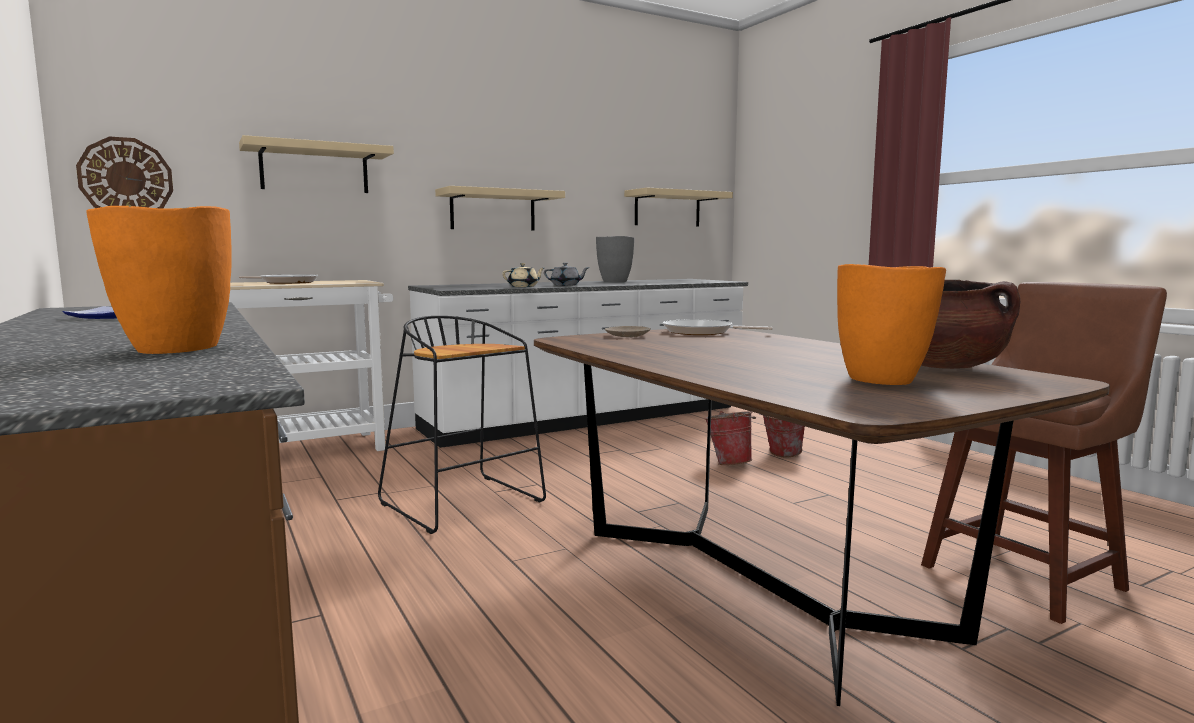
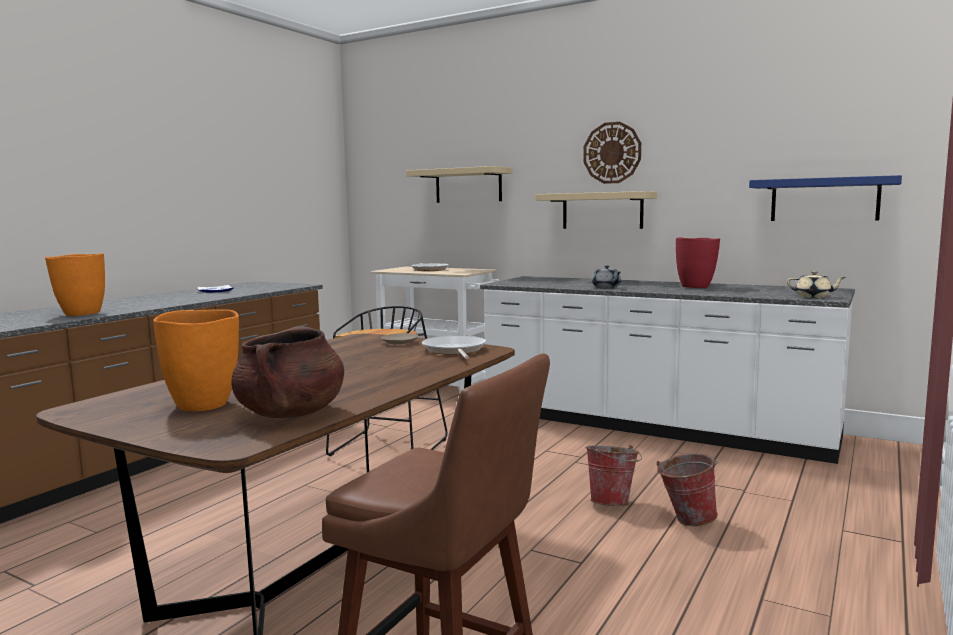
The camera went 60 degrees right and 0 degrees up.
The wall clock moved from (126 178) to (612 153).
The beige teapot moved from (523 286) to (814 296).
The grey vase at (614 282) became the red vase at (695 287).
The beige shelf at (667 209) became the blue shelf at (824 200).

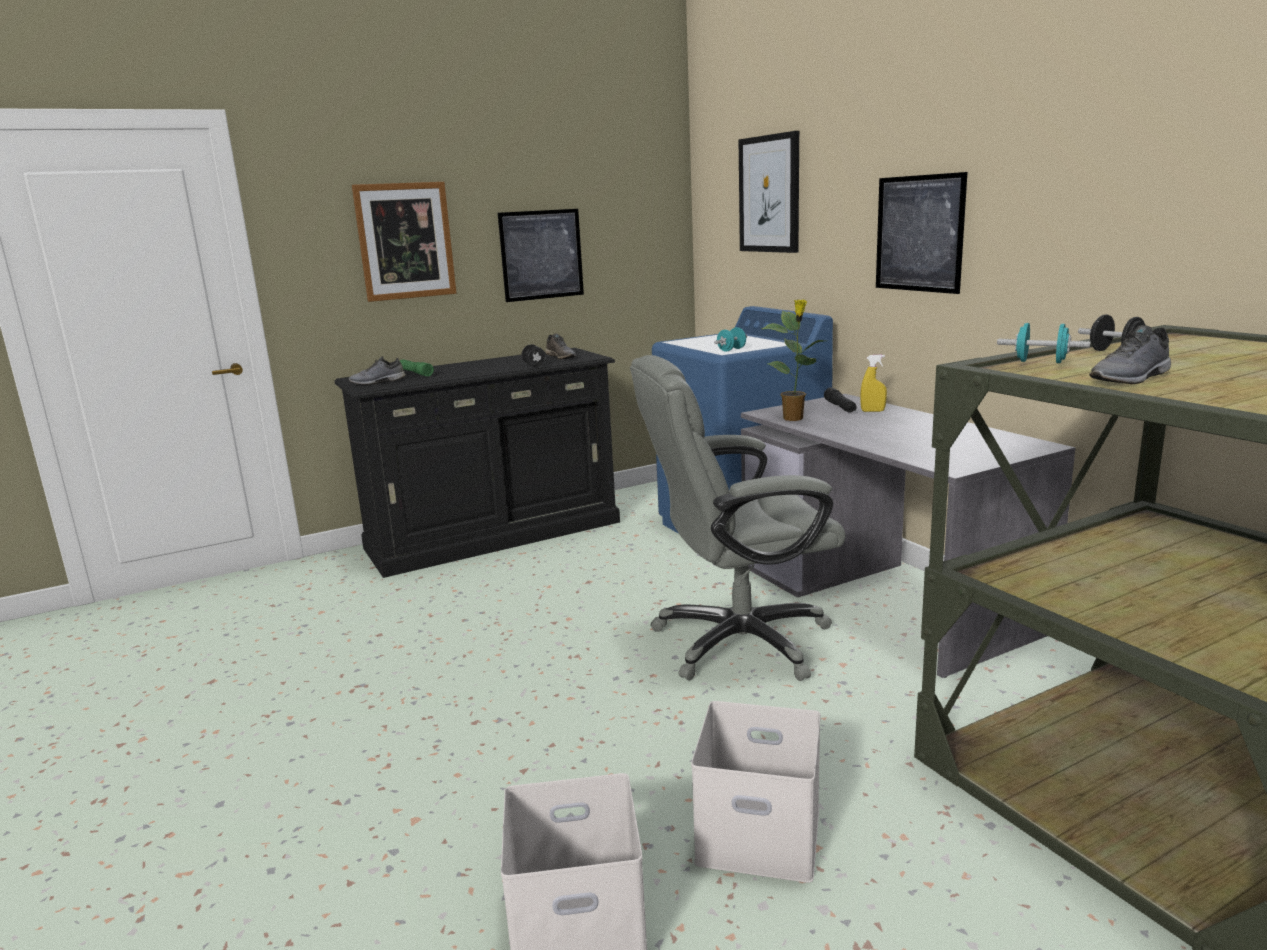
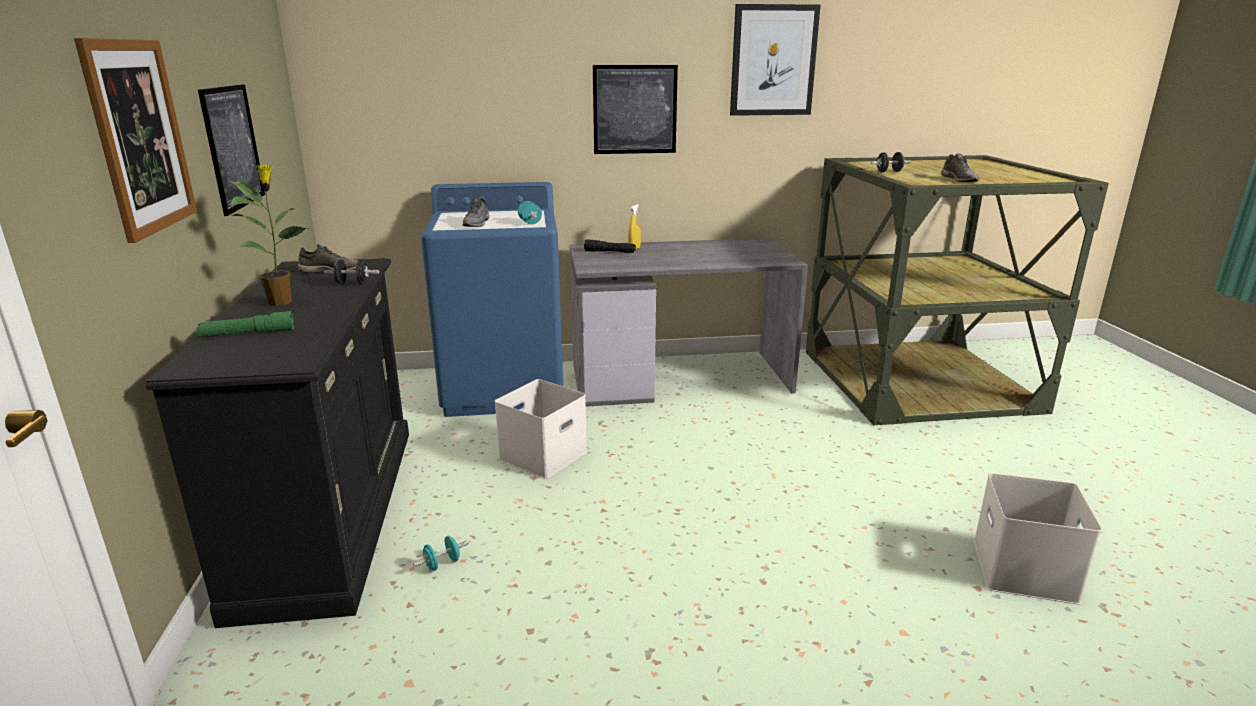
The camera went 70 degrees left and 5 degrees up.
The grey office chair at (741 641) disappeared.
The grey shoe moved from (377 382) to (477 223).
The white storage box moved from (761 832) to (543 454).
The picture moved from (770 194) to (773 61).
The potted plant moved from (794 418) to (281 302).
The turquoise dumbbell moved from (1040 362) to (442 564).

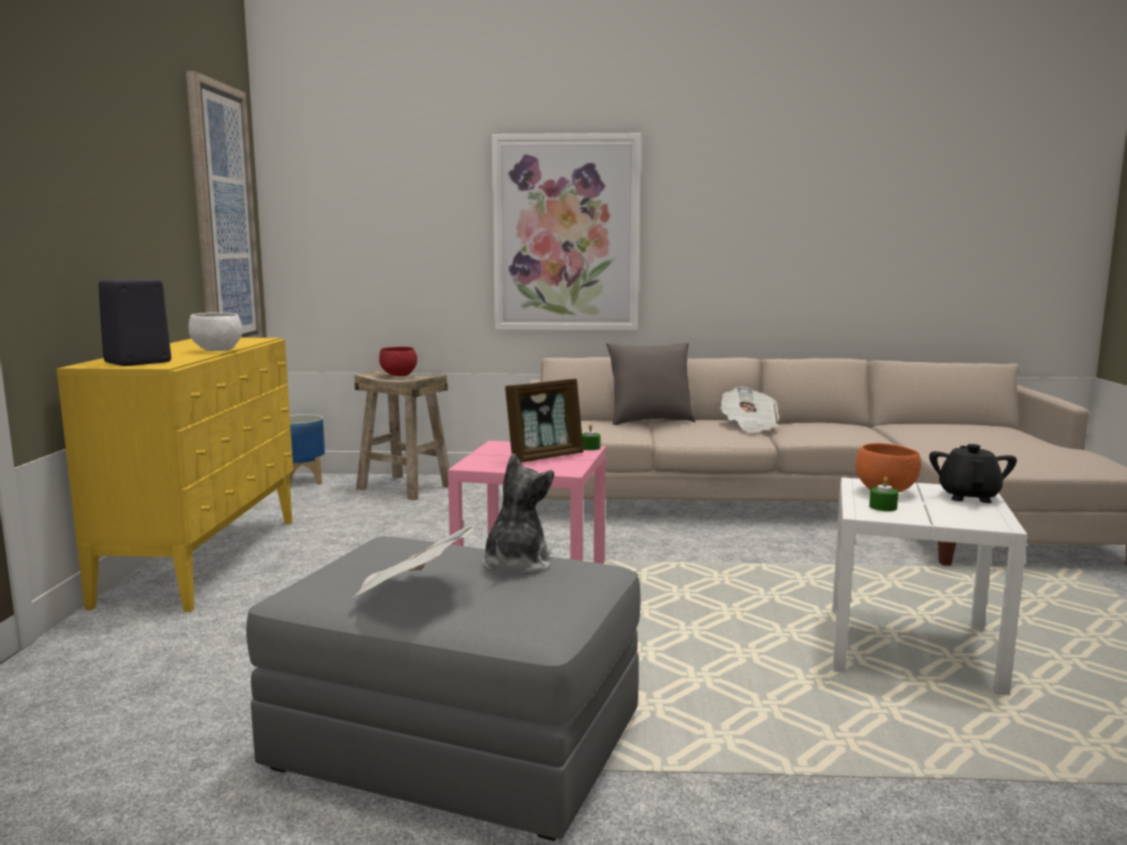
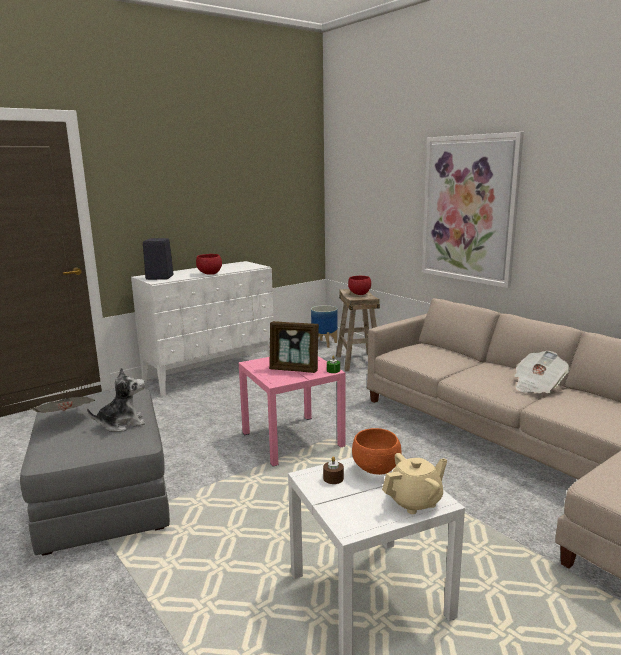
The camera went 50 degrees right and 5 degrees up.
The picture at (223 218) disappeared.
The grey pillow at (650 422) disappeared.
The yellow dresser at (207 559) became the white dresser at (212 374).
The white bowl at (218 350) became the red bowl at (210 274).
The green candle at (883 507) became the brown candle at (333 478).
The black teapot at (968 496) became the beige teapot at (415 502).

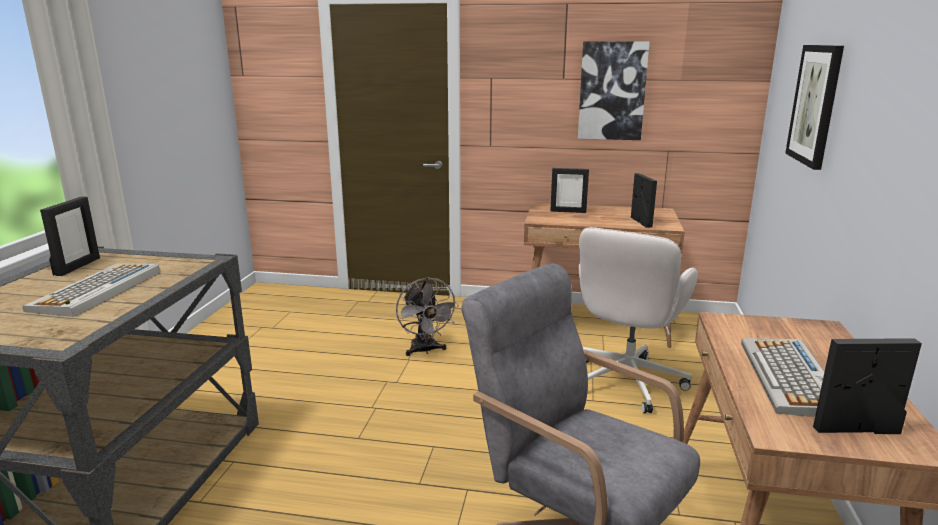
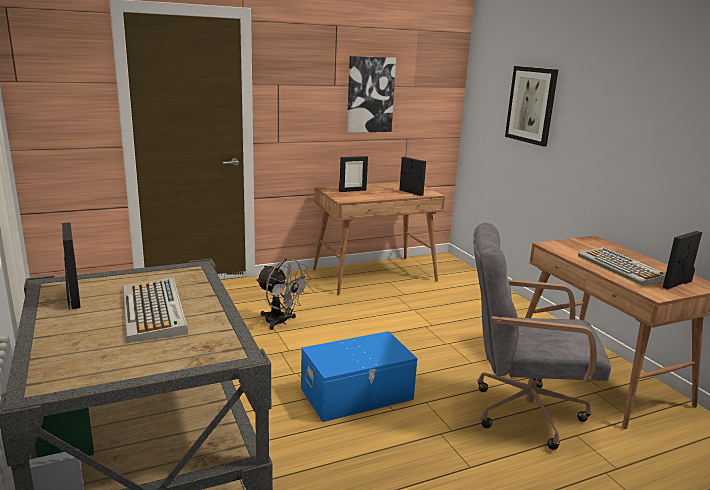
The camera went 35 degrees left and 0 degrees up.
The white office chair at (627 382) disappeared.
The blue storage box at (357 394) appeared.

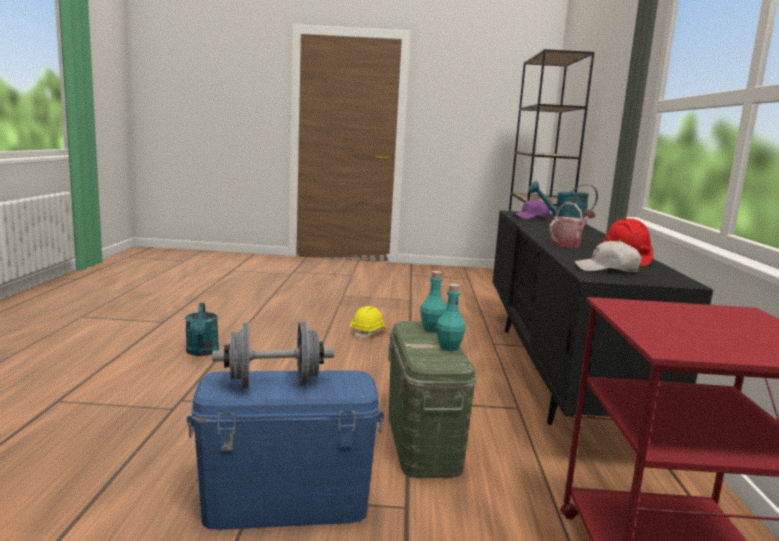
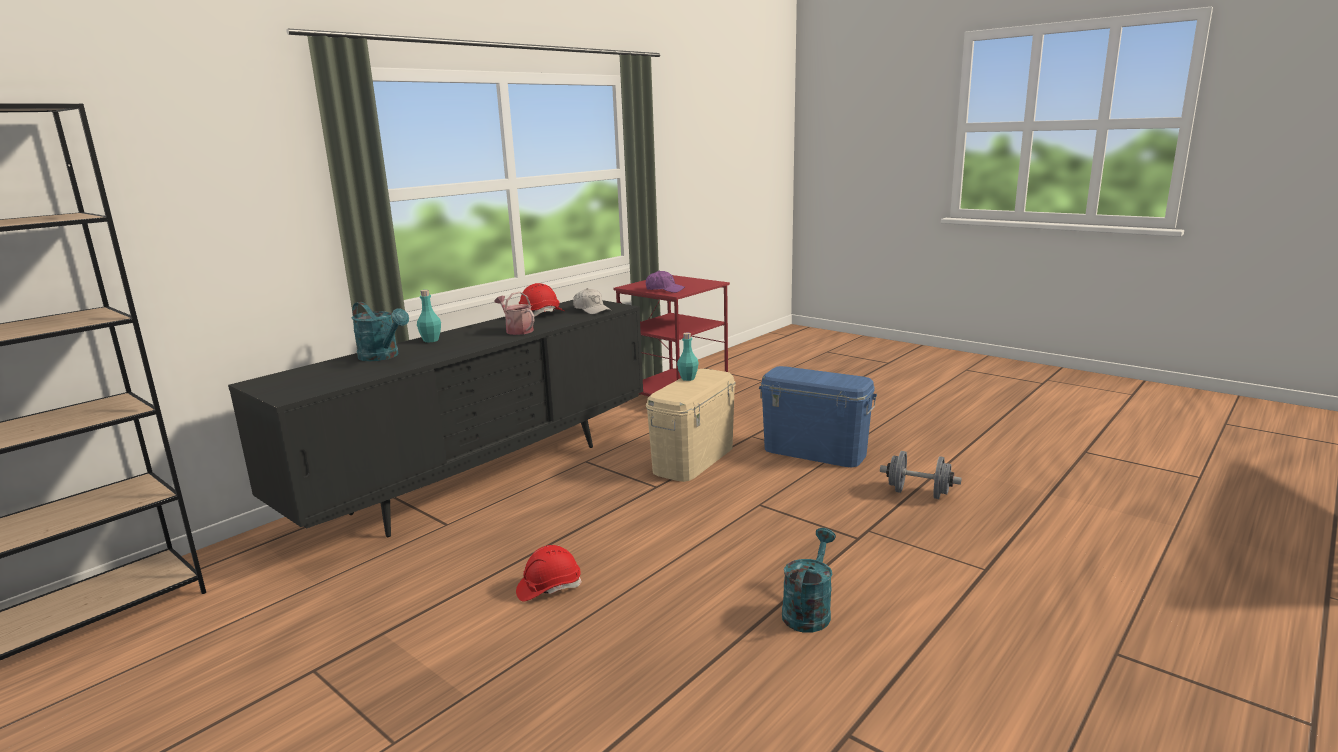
The camera went 140 degrees left and 5 degrees up.
The grey dumbbell moved from (274 384) to (918 493).
The turquoise bottle moved from (432 330) to (431 340).
The purple cap moved from (531 217) to (664 290).
The yellow hard hat at (368 333) became the red hard hat at (549 588).
The green storage box at (423 441) became the beige storage box at (693 459).
The watering can at (568 244) turned 45 degrees clockwise.

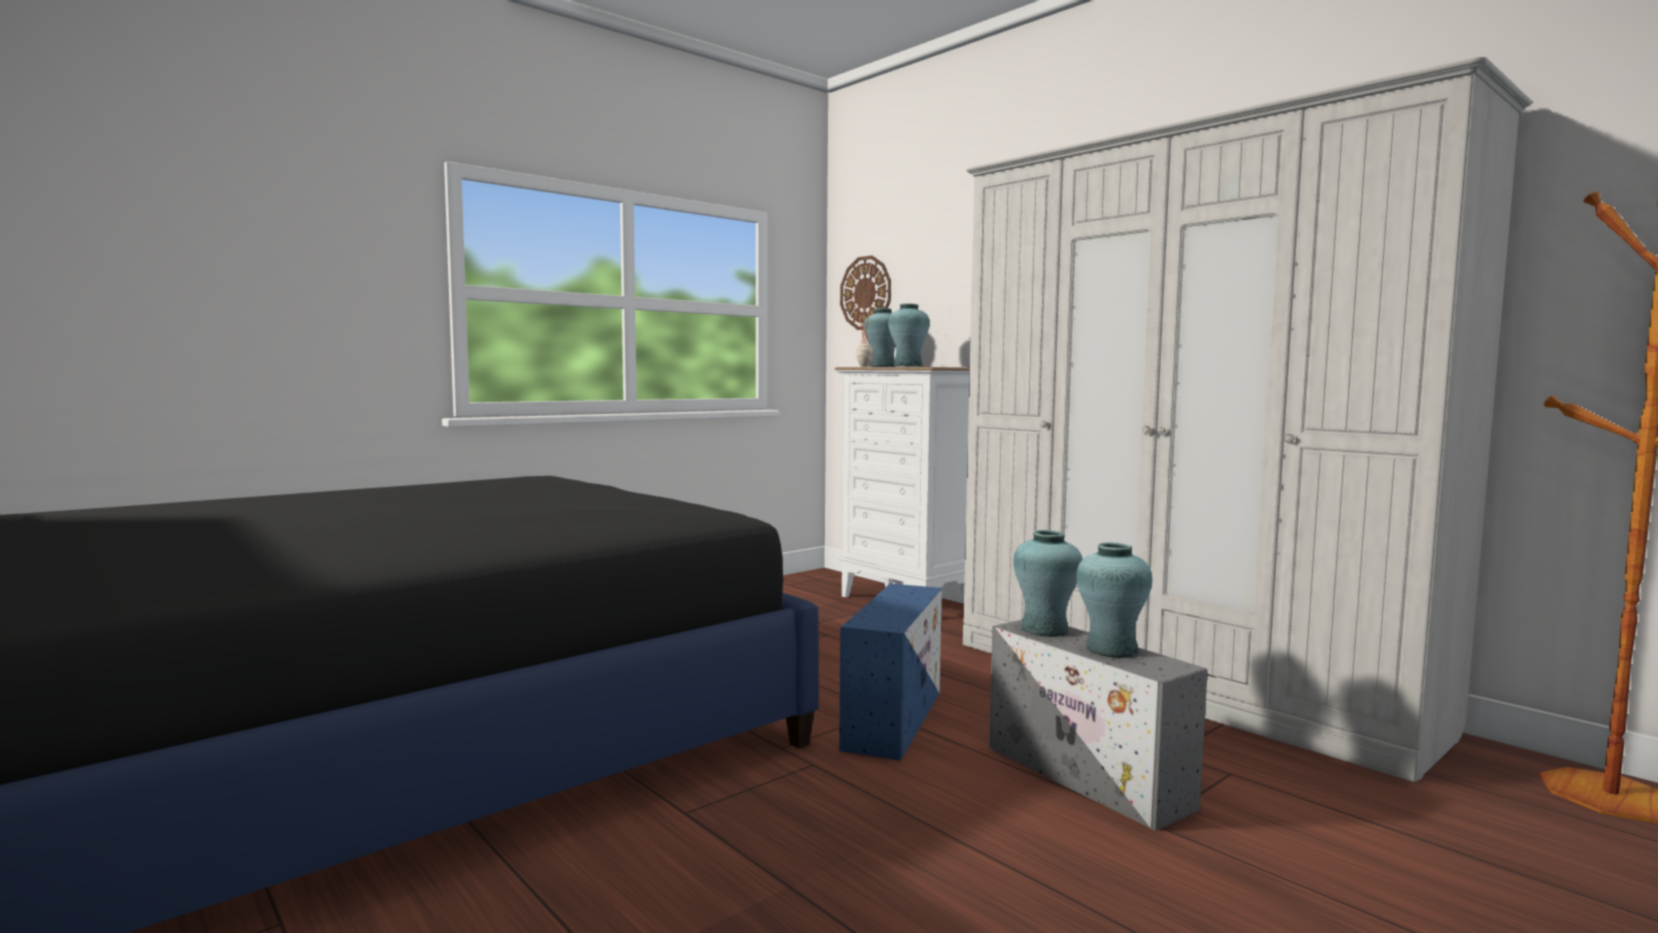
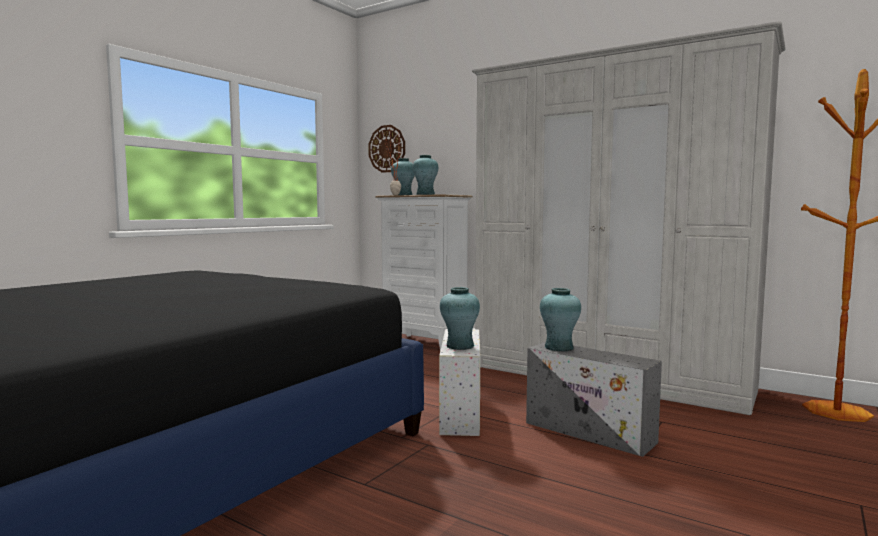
The camera went 15 degrees left and 0 degrees up.
The turquoise vase moved from (1111 650) to (460 346).
The blue storage box at (894 718) became the white storage box at (460 412).

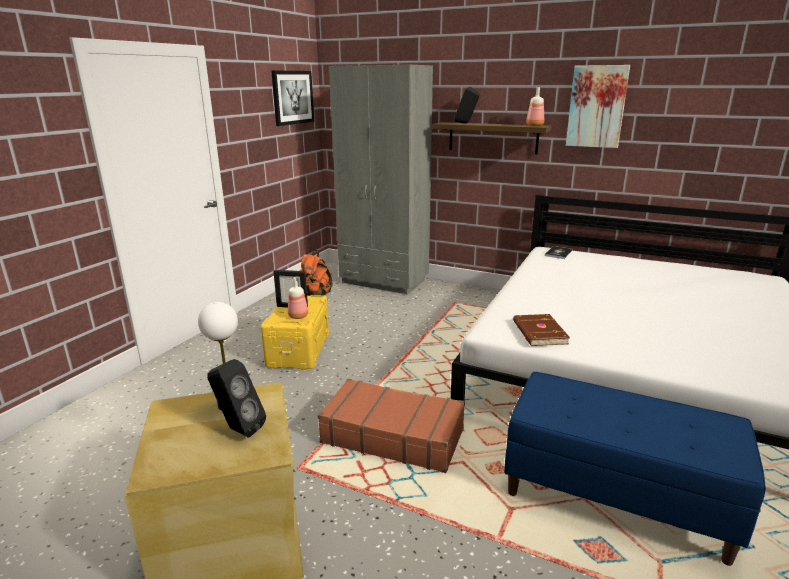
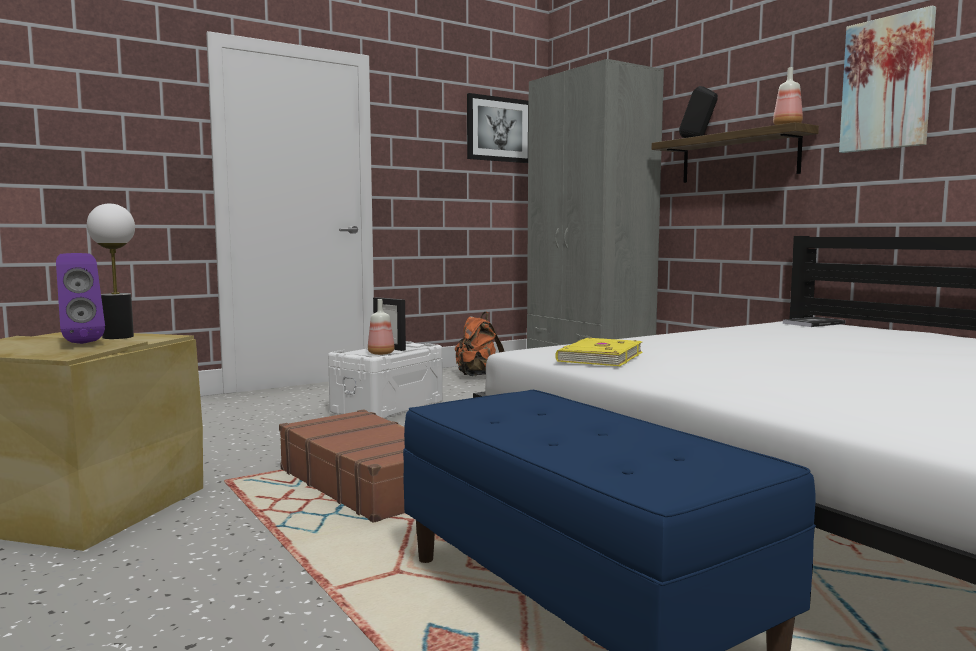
The camera went 30 degrees right and 15 degrees down.
The black speaker at (238 429) became the purple speaker at (81 343).
The yellow storage box at (299 349) became the white storage box at (388 407).
The brown book at (538 333) became the yellow book at (598 357).

